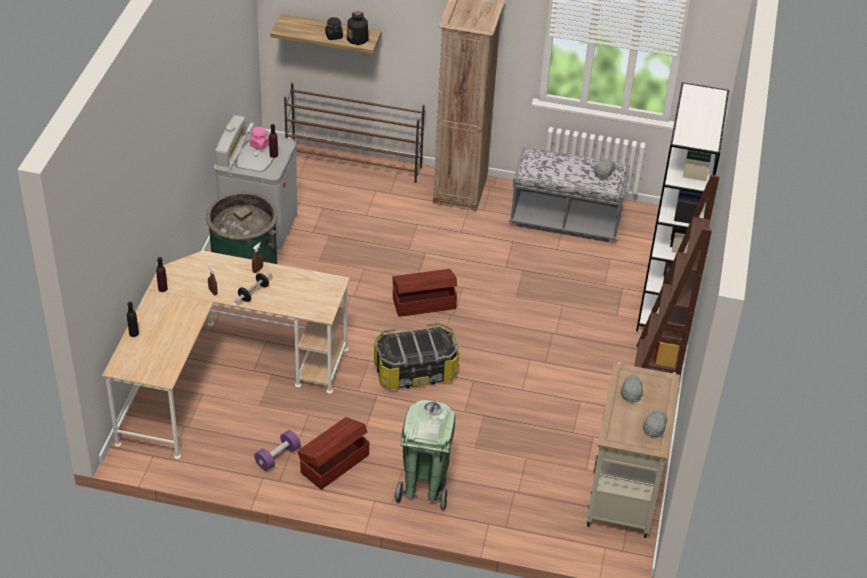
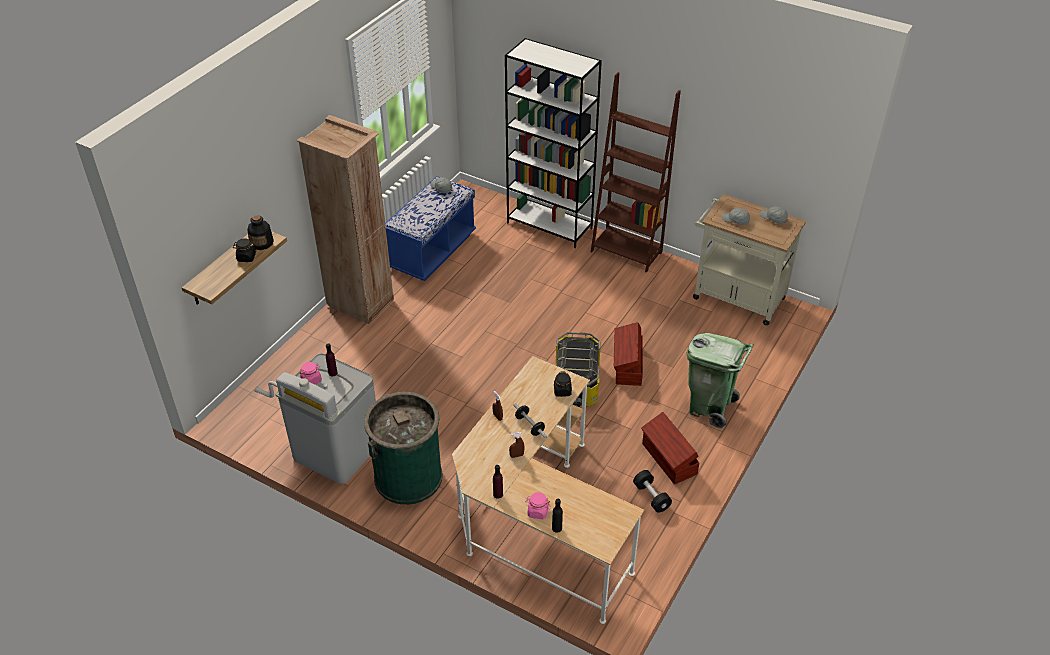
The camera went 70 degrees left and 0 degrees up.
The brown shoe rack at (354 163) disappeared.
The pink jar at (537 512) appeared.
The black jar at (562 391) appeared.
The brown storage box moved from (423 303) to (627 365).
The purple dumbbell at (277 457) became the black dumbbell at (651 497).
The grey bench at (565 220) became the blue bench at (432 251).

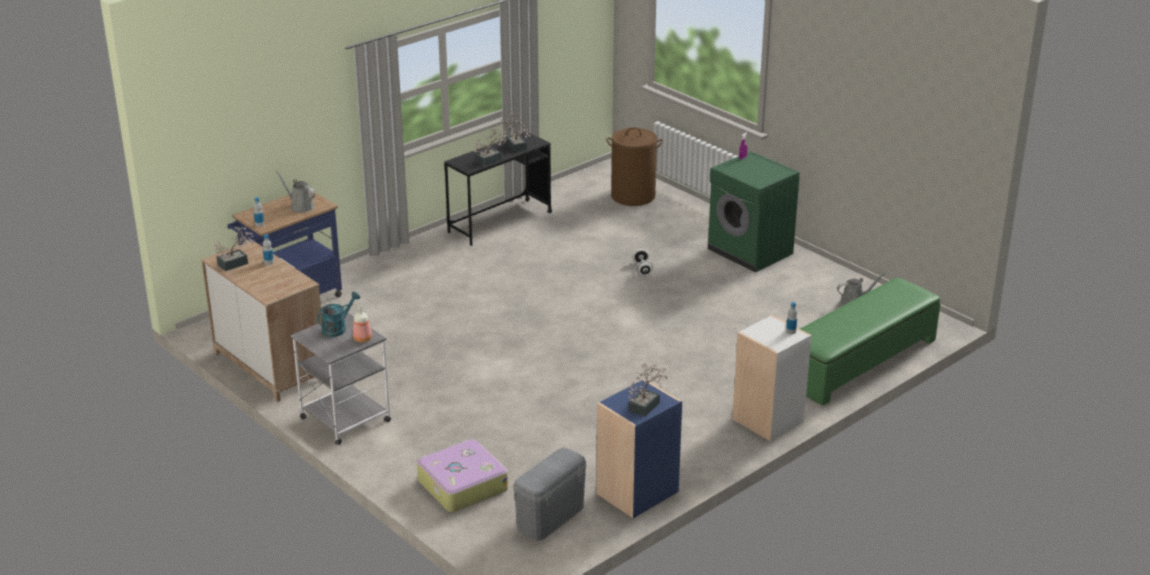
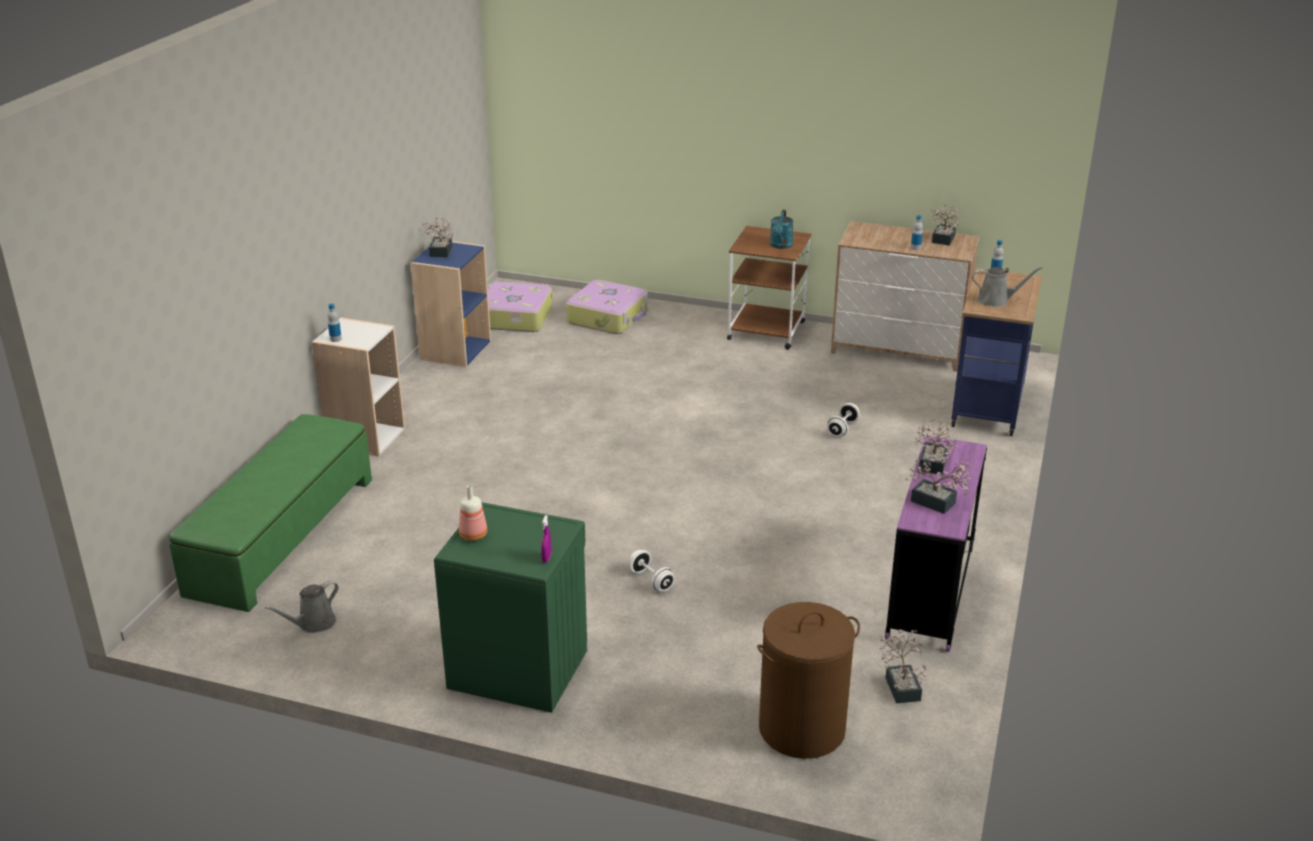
The camera went 150 degrees right and 0 degrees up.
The white dumbbell at (842 429) appeared.
The potted plant at (901 685) appeared.
The bottle moved from (362 338) to (474 536).
The grey storage box at (550 517) was replaced by the suitcase at (514 317).
The grey cart at (344 418) became the brown cart at (767 331).
The black desk at (500 222) became the purple desk at (930 593).

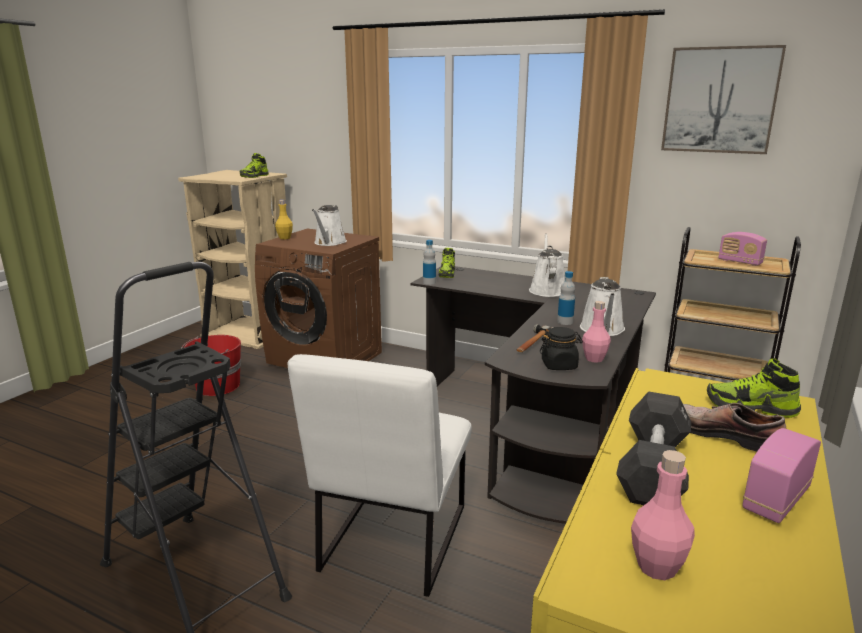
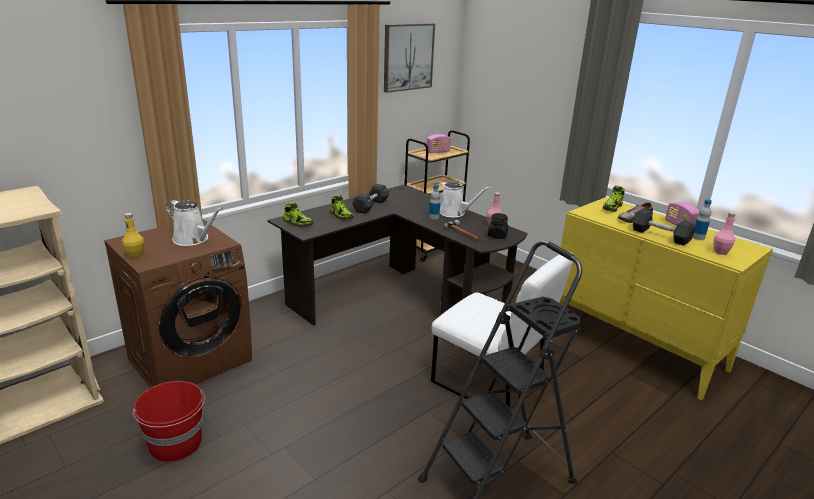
The camera went 70 degrees left and 5 degrees up.
The shoe moved from (254 176) to (341 216).
The bottle moved from (429 282) to (698 237).
The white watering can at (547 290) was replaced by the black dumbbell at (371 206).

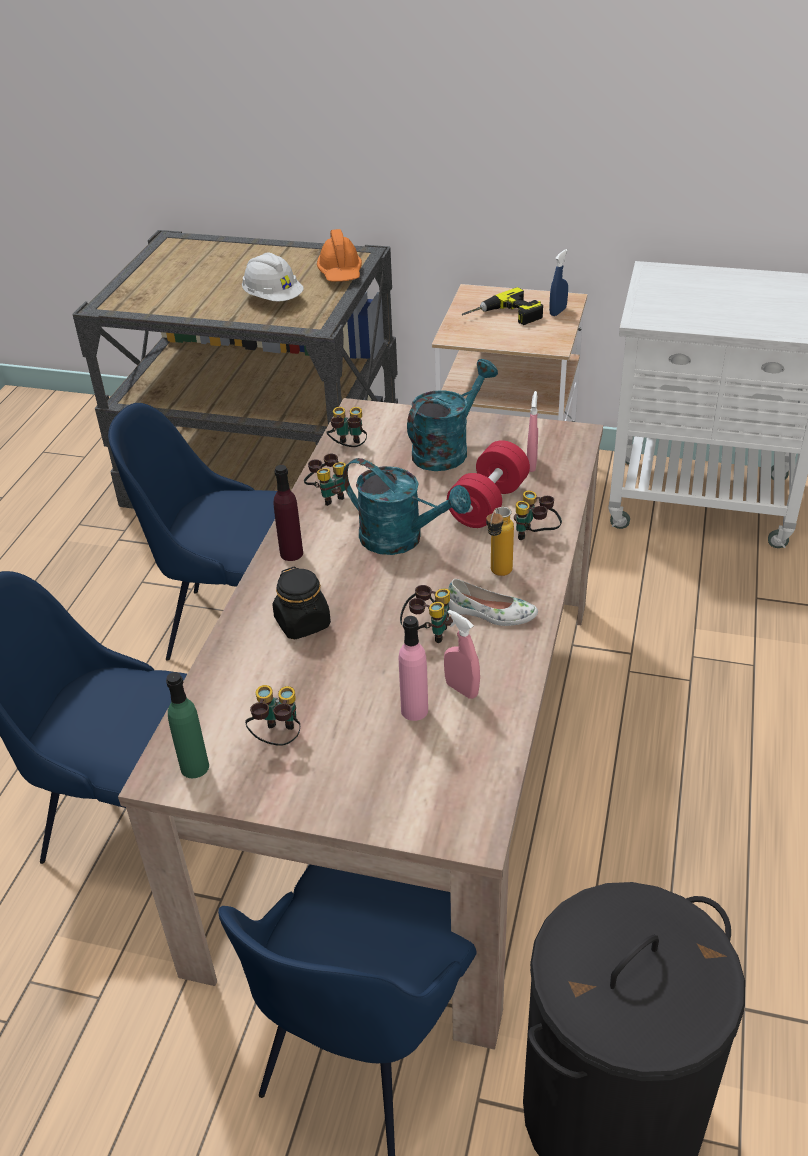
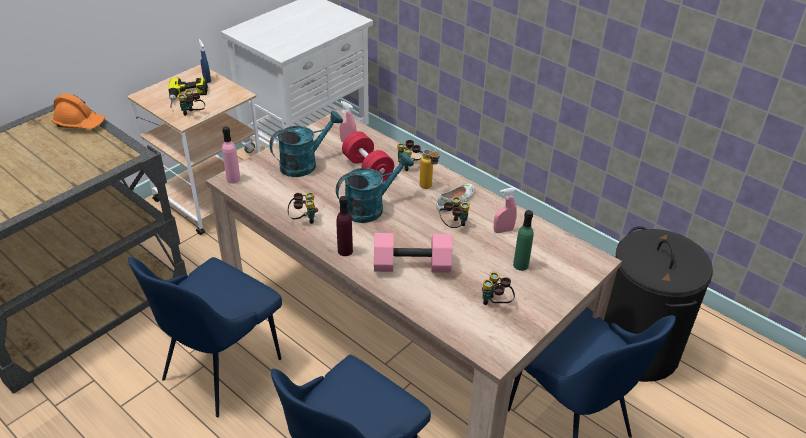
The camera went 65 degrees left and 0 degrees up.
The white hard hat at (273 299) disappeared.
The green bottle moved from (194 767) to (520 265).
The binoculars moved from (348 449) to (193 115).
The pink bottle moved from (414 710) to (233 179).
The black jar at (303 623) was replaced by the pink dumbbell at (411 266).
The turquoise watering can at (447 449) turned 75 degrees clockwise.

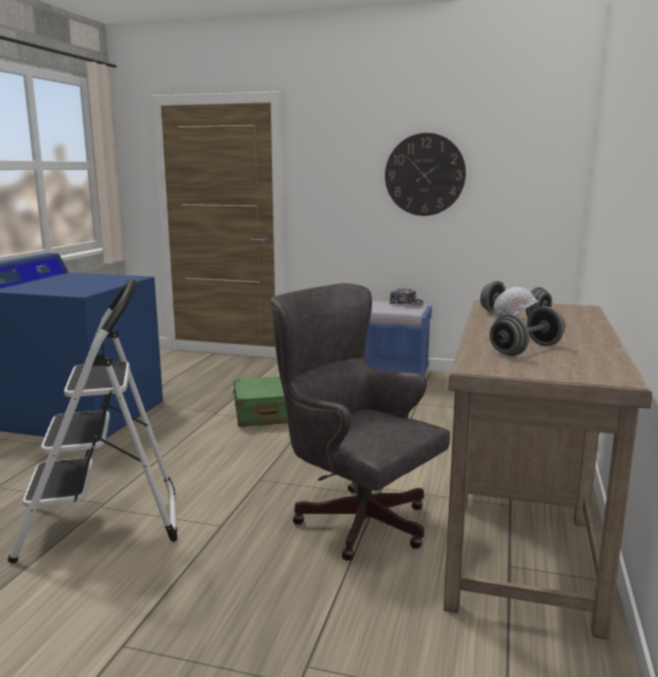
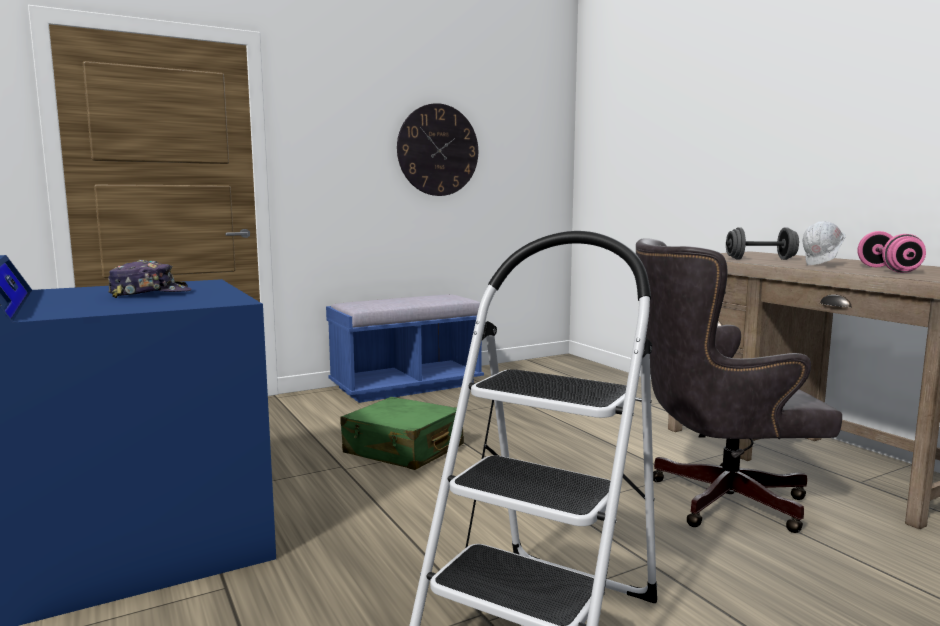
The camera went 45 degrees left and 5 degrees down.
The cap moved from (406 303) to (150 293).
The grey dumbbell at (526 350) became the pink dumbbell at (888 269).

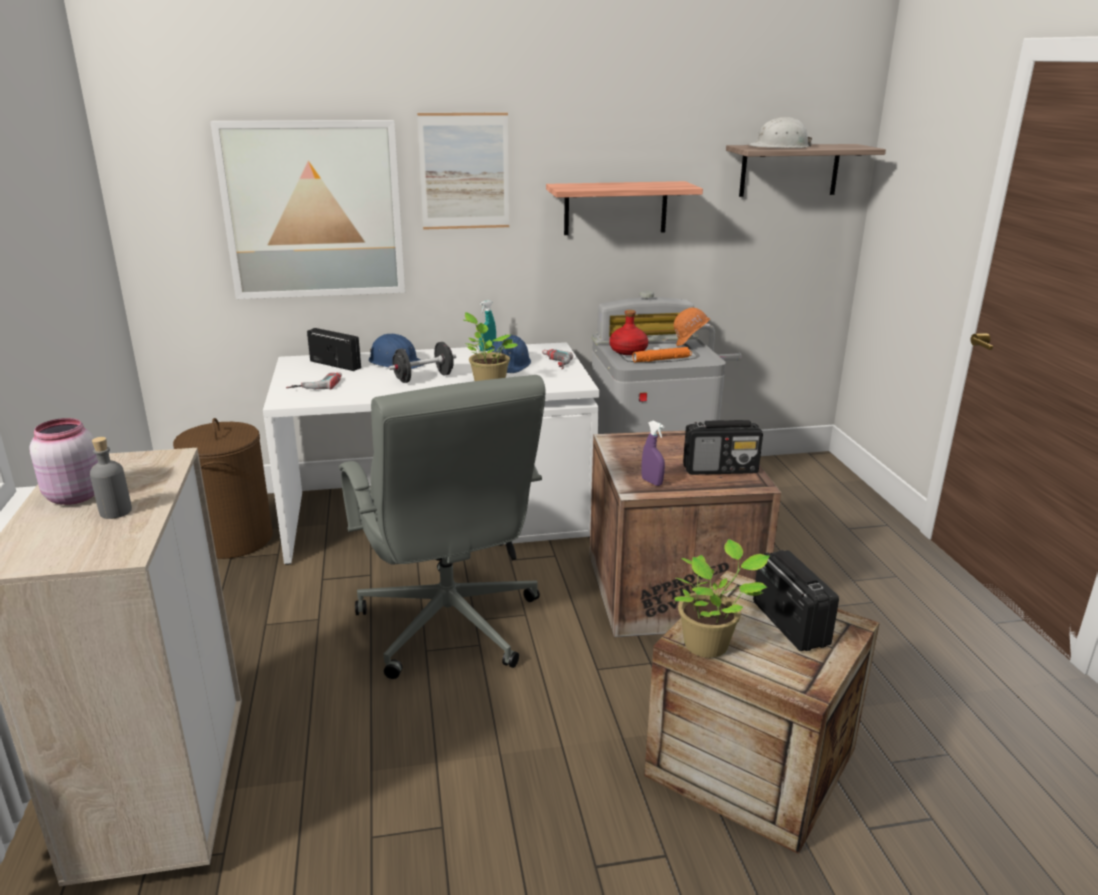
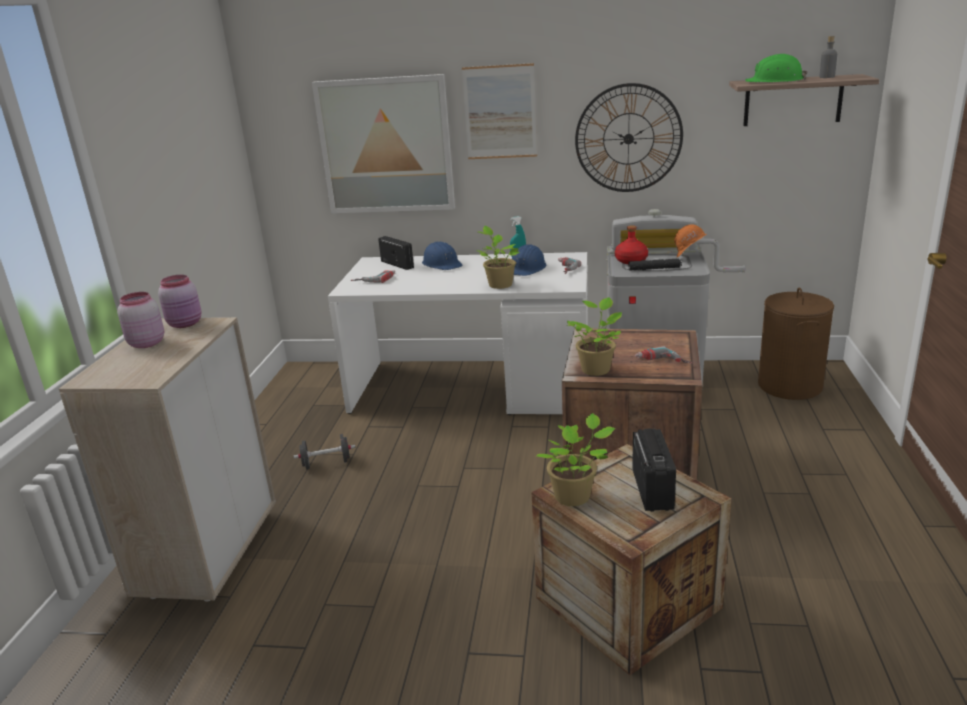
The camera went 20 degrees right and 0 degrees up.
The grey office chair at (449 622) disappeared.
The pink jar at (186 324) appeared.
The grey bottle moved from (115 511) to (826 77).
The brown laundry basket moved from (233 539) to (790 386).
The black dumbbell moved from (423 378) to (326 463).
The shelf at (615 208) was replaced by the wall clock at (628 139).
The purple spray bottle at (652 482) was replaced by the potted plant at (596 369).
The radio at (721 469) was replaced by the power drill at (662 362).
The orange flashlight at (661 360) became the black flashlight at (654 269).
The white hard hat at (779 147) became the green hard hat at (774 81).

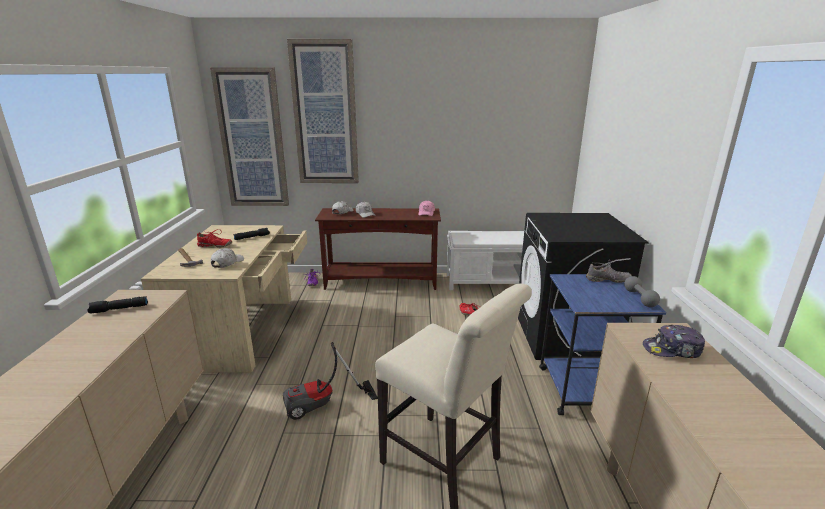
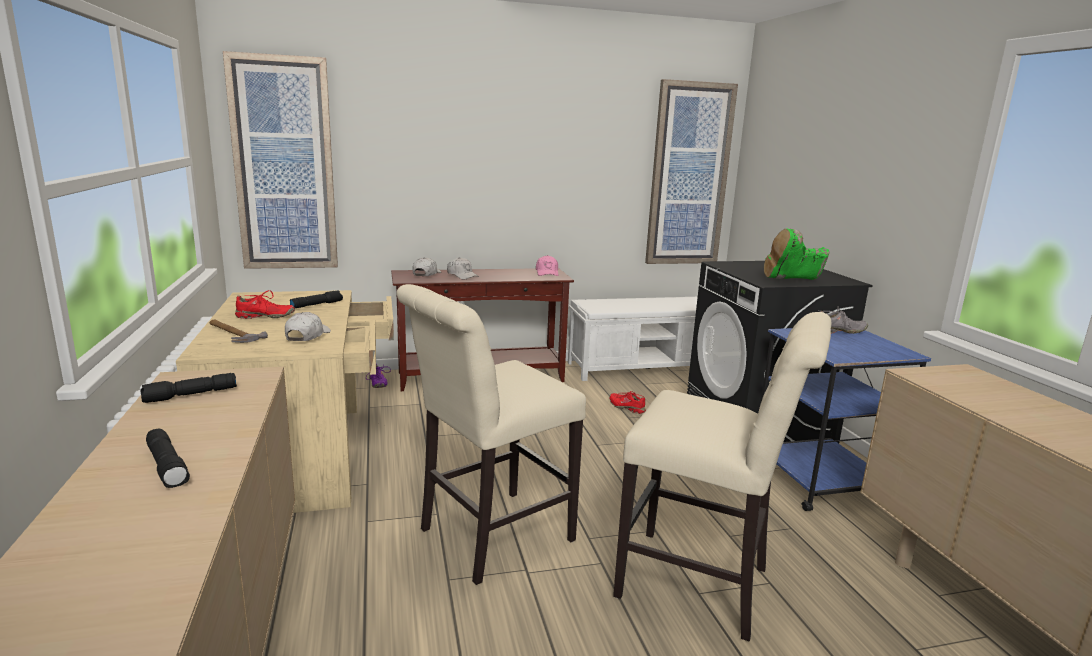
The camera went 15 degrees left and 5 degrees down.
The grey dumbbell at (639 298) disappeared.
The cap at (672 350) disappeared.
The black flashlight at (168 466) appeared.
The green boot at (791 282) appeared.
The picture moved from (325 114) to (688 175).
The vacuum cleaner at (323 405) was replaced by the beige stool at (488 537).

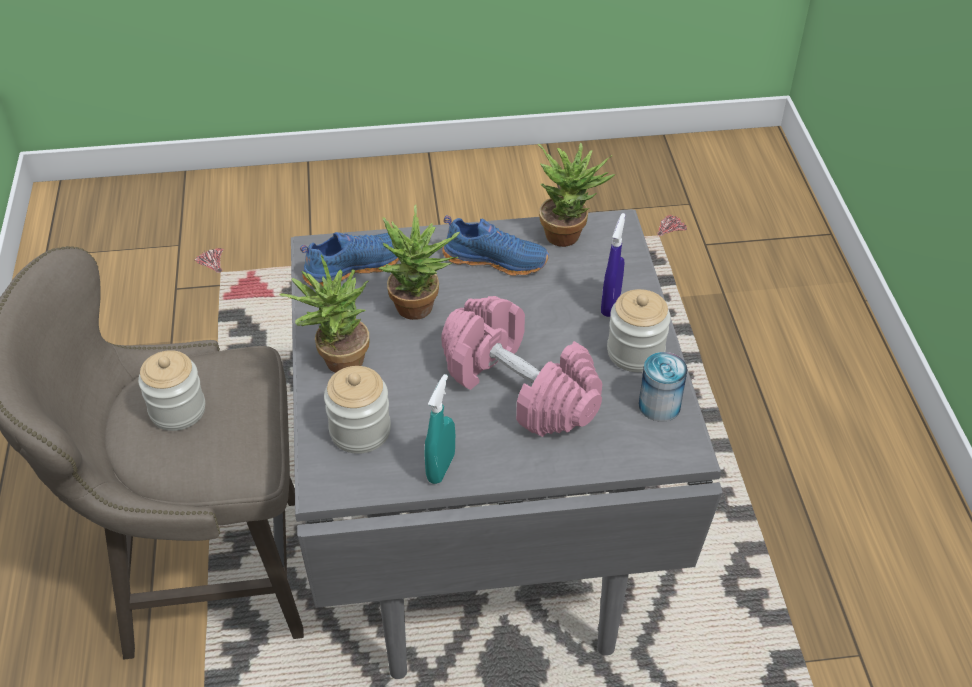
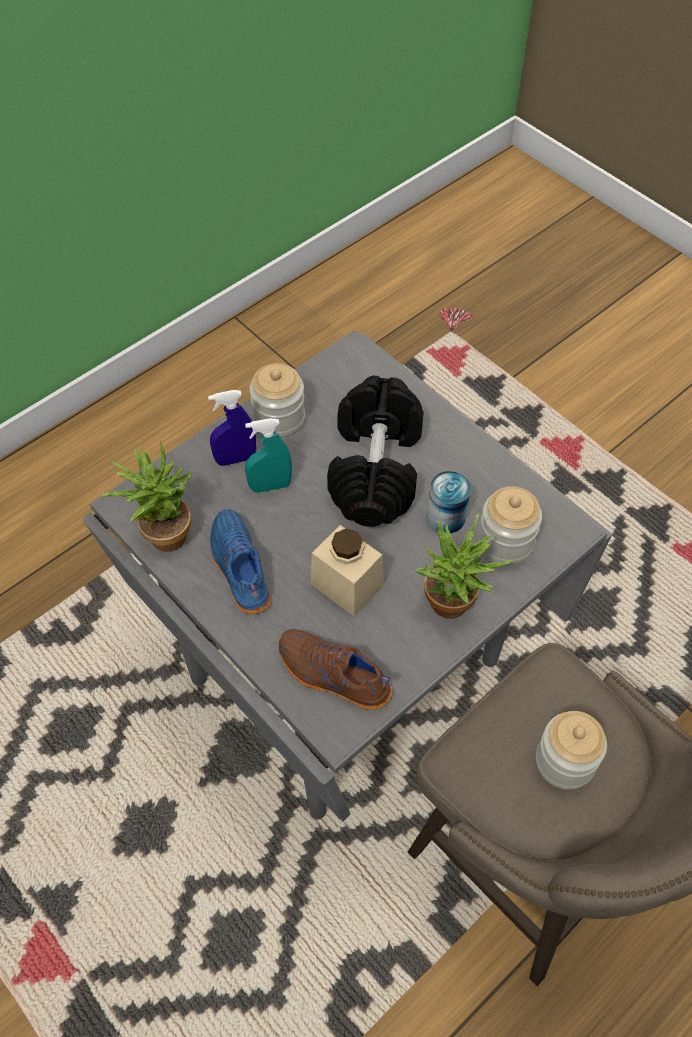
The camera went 125 degrees left and 10 degrees up.
The turquoise spray bottle moved from (441 468) to (270 486).
The can moved from (659 405) to (446 517).
The potted plant at (421 310) was replaced by the beige jar at (346 585).
The blue shoe at (355 266) became the brown shoe at (332 676).
The pink dumbbell at (520 387) became the black dumbbell at (375 468).

